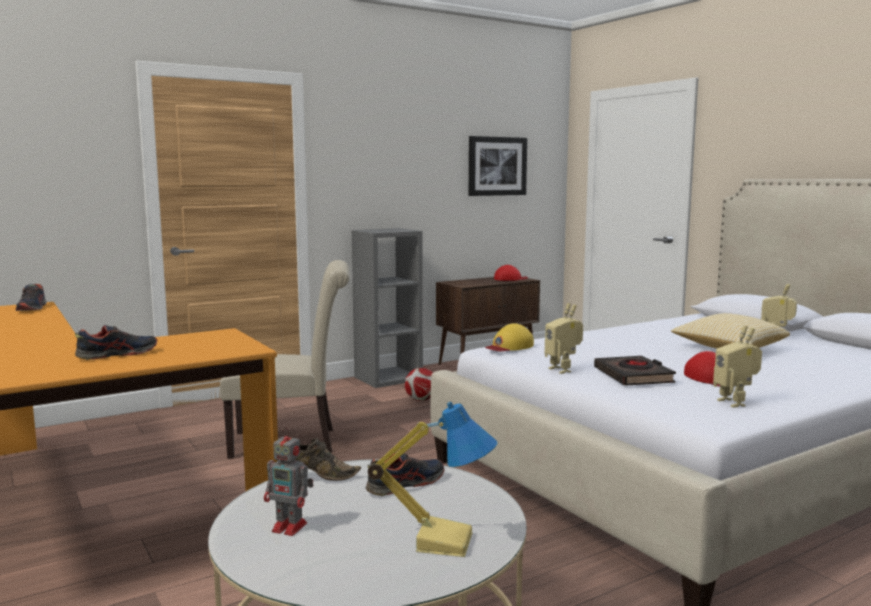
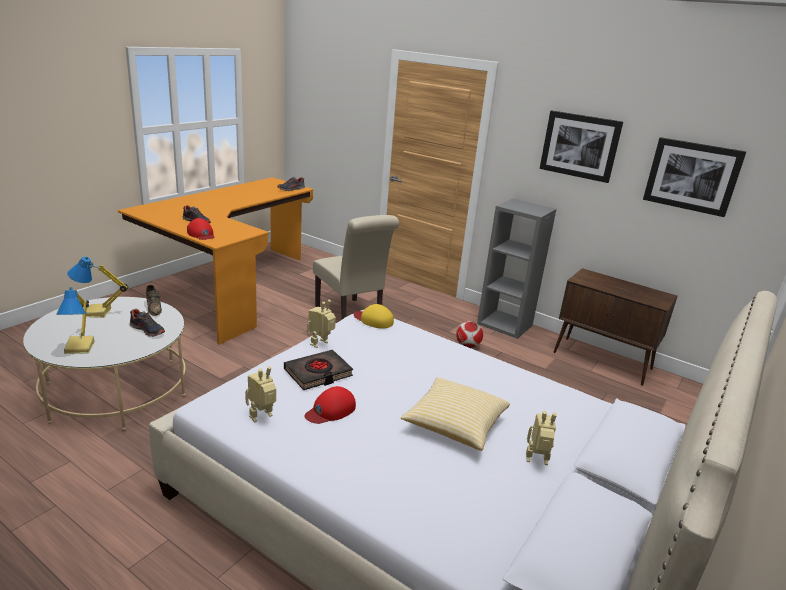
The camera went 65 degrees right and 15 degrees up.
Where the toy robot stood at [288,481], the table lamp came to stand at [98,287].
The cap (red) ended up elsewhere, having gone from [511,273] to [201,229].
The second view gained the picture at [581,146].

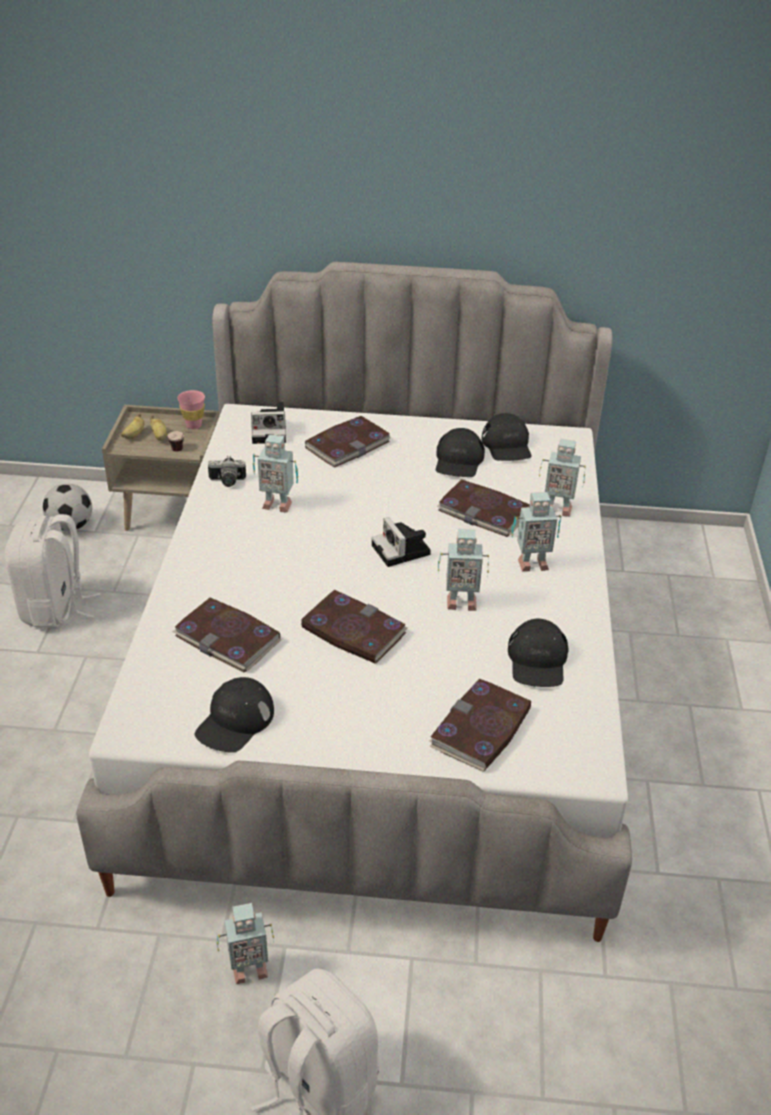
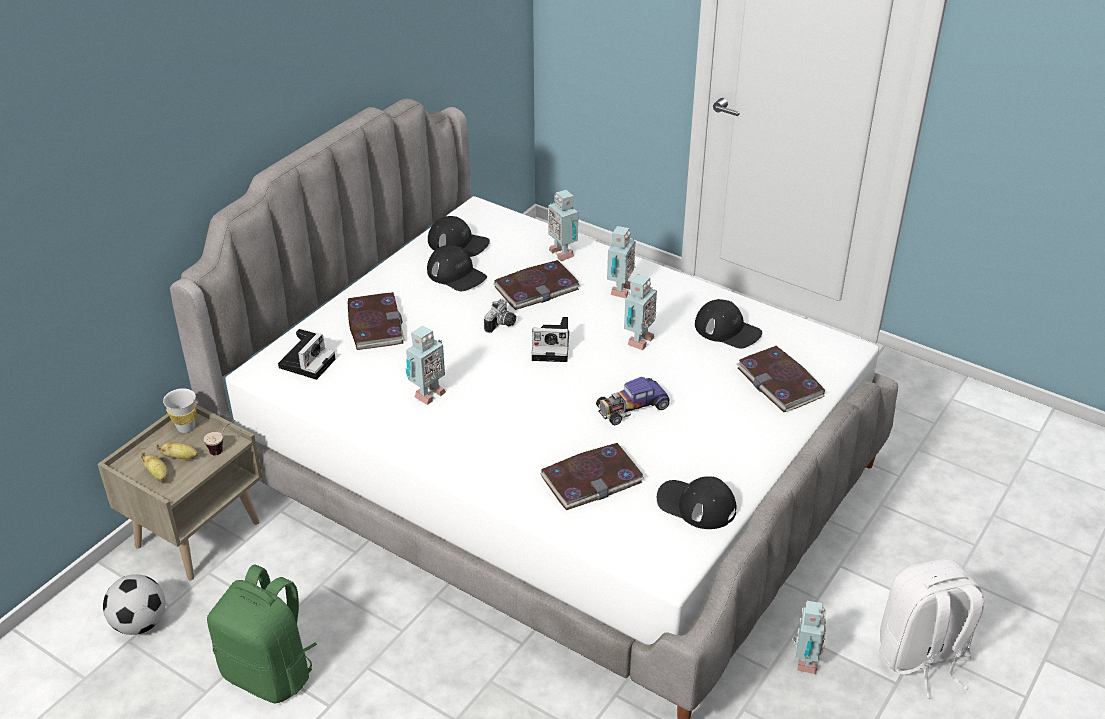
The camera went 60 degrees left and 0 degrees up.
What was the cup (pink) at [191,409] turned into the cup (white) at [179,410].
What was the backpack (white) at [53,571] turned into the backpack (green) at [262,634].
The photo camera ended up elsewhere, having gone from [227,471] to [500,316].
The toy robot at [562,478] ended up facing another way, 105 degrees clockwise from before.
Where the book stood at [354,627], the toy car came to stand at [633,401].
The cap (black) at [234,715] ended up facing another way, 150 degrees clockwise from before.

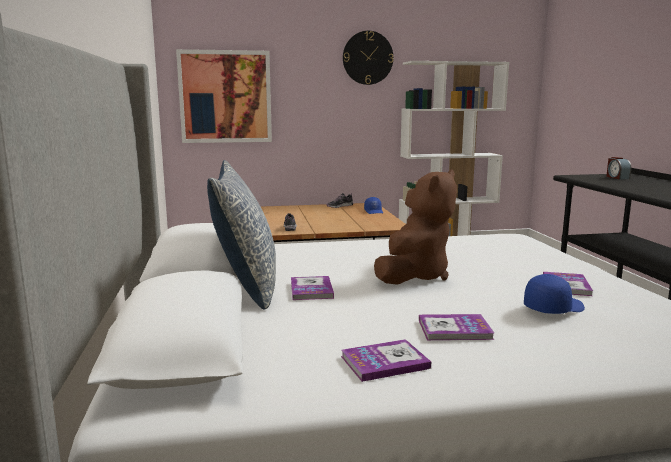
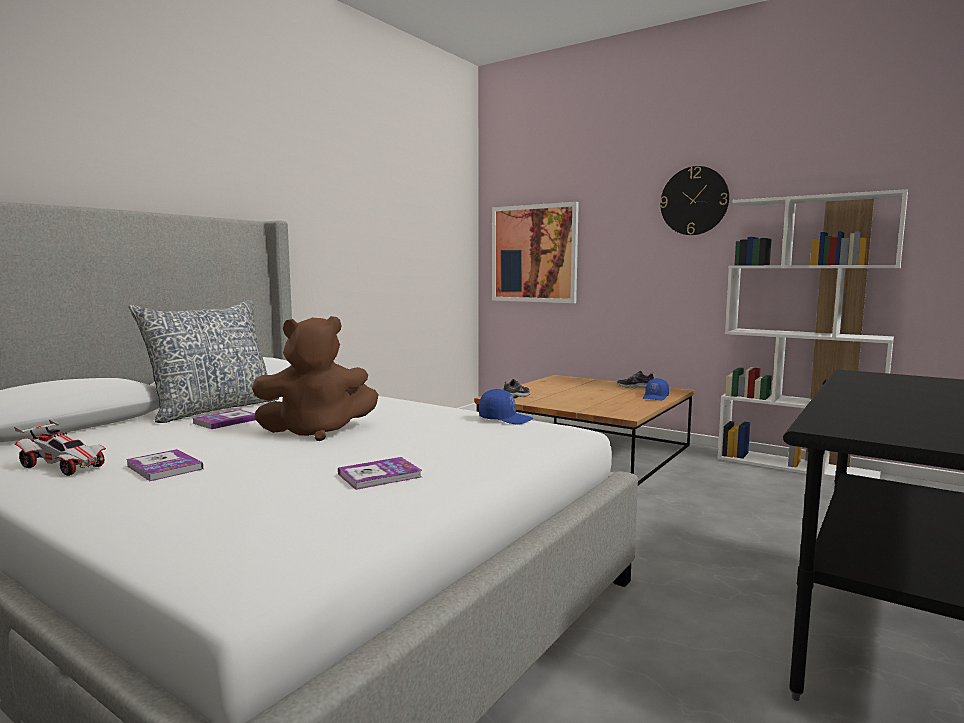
The camera went 45 degrees right and 5 degrees down.
Where the book stood at [386,360], the toy car came to stand at [60,447].
The cap (blue) ended up elsewhere, having gone from [554,294] to [506,406].
The second view lost the alarm clock at [618,168].

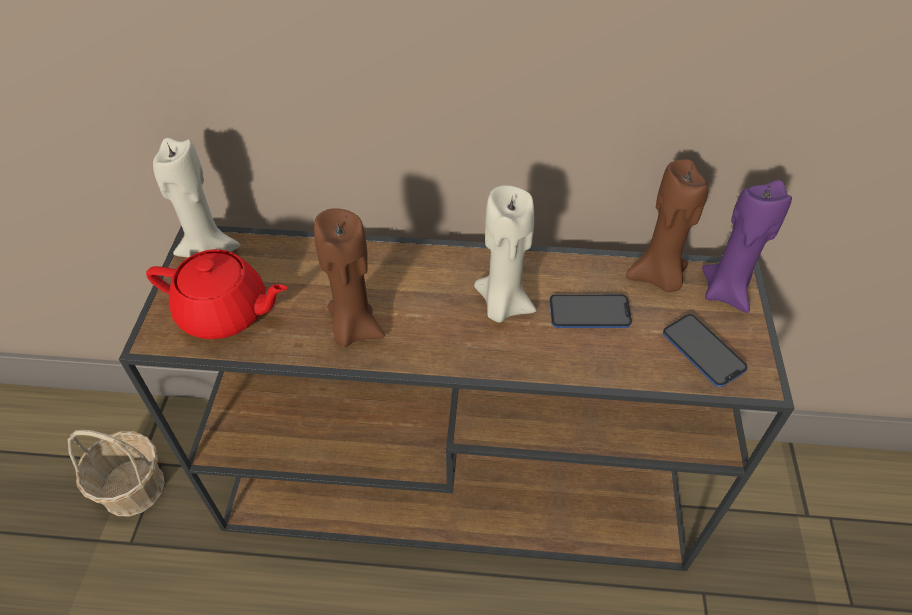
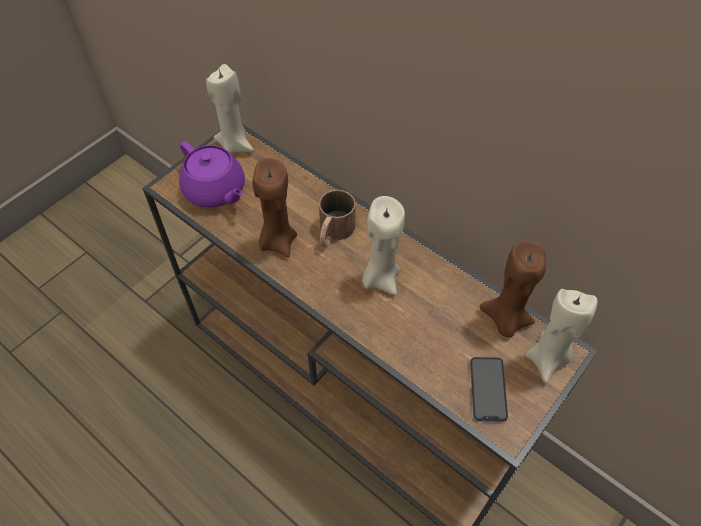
The camera went 35 degrees right and 5 degrees up.
What was the teapot (red) at [216,294] turned into the teapot (purple) at [212,174].
The second view gained the mug (brown) at [337,218].
What was the candle (purple) at [747,246] turned into the candle (beige) at [561,336].
The second view lost the basket at [116,473].
The second view lost the phone at [590,311].

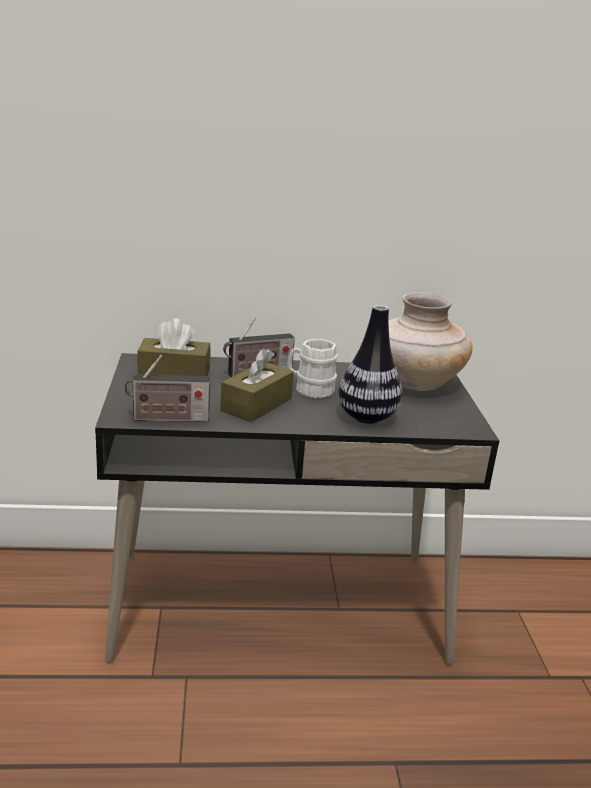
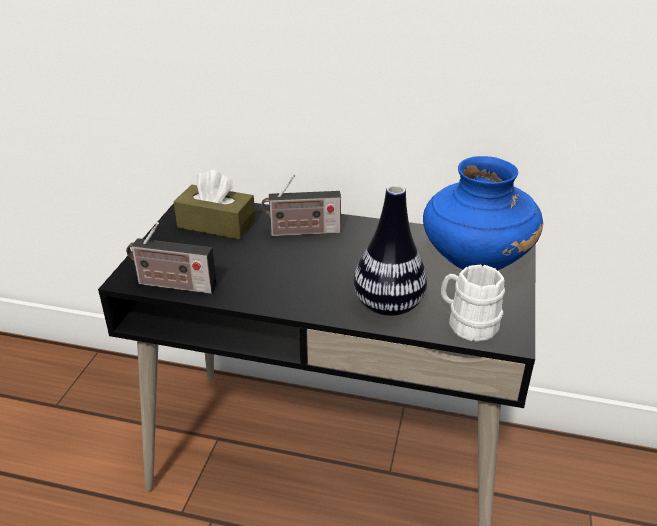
The camera went 20 degrees right and 10 degrees up.
What was the vase (beige) at [431,341] turned into the vase (blue) at [483,213].
The mug (white) ended up elsewhere, having gone from [312,368] to [473,303].
The second view lost the tissue box (brown) at [257,385].

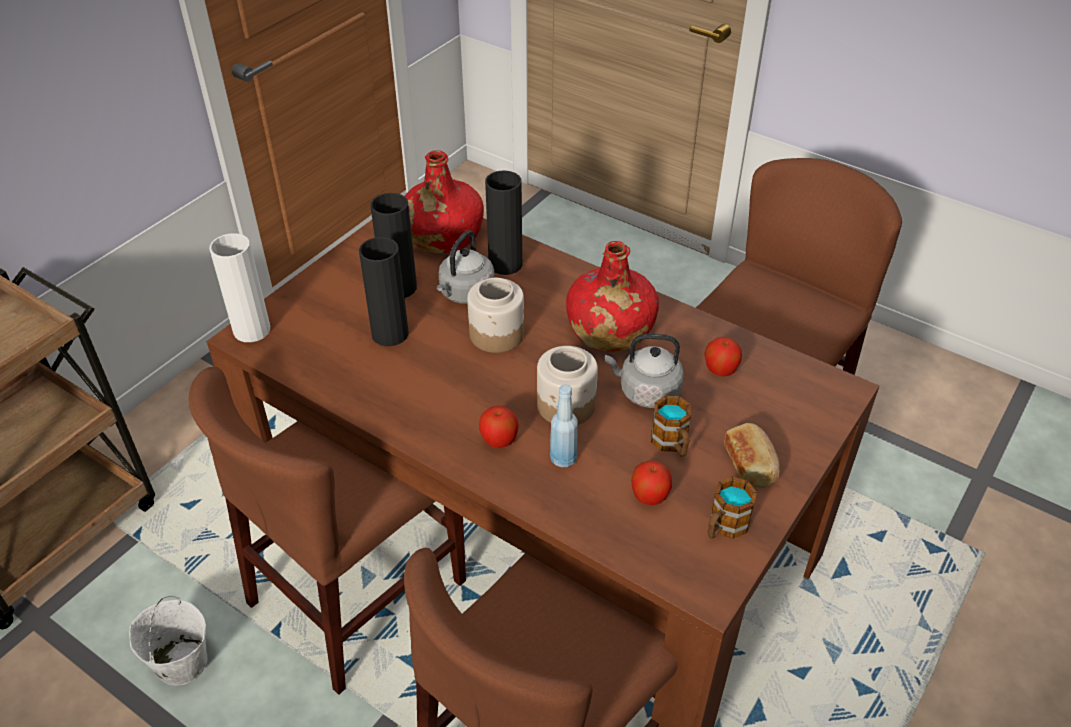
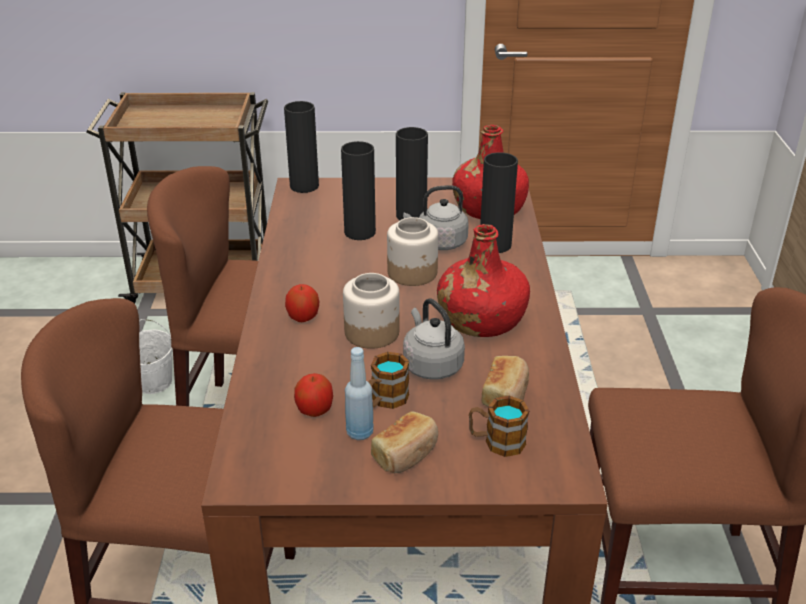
The camera went 55 degrees right and 10 degrees down.
What was the vase (white) at [240,287] turned into the vase (black) at [301,147].
The bottle (blue) ended up elsewhere, having gone from [564,425] to [359,393].
The mug ended up elsewhere, having gone from [732,508] to [499,426].
Where the apple stood at [723,356], the bread came to stand at [505,381].

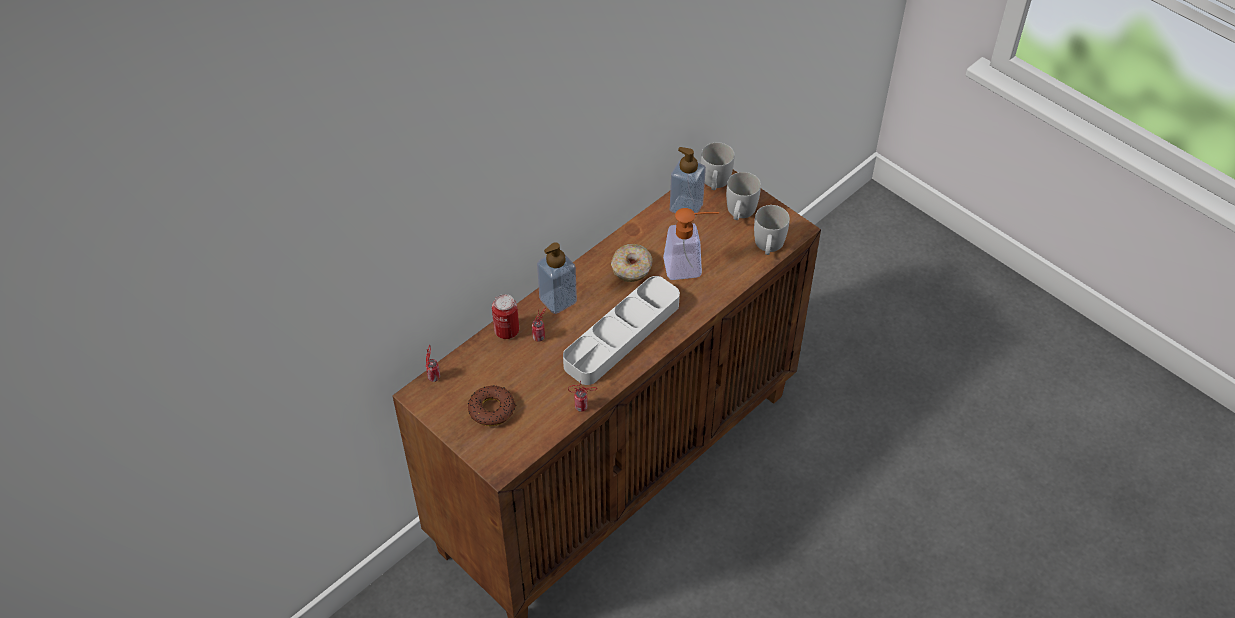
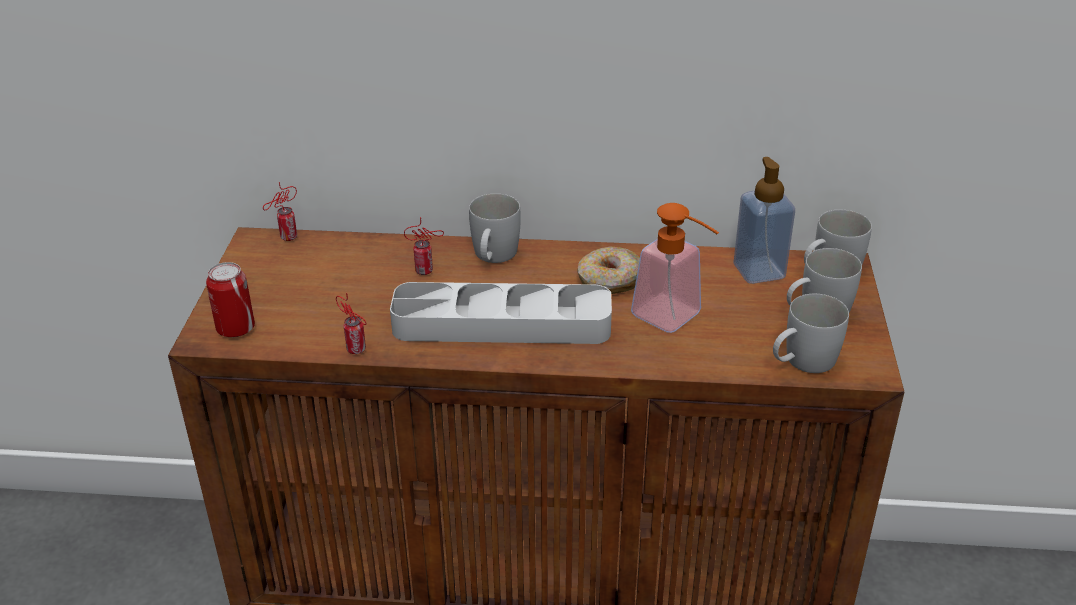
The camera went 50 degrees right and 15 degrees down.
The can ended up elsewhere, having gone from [505,316] to [230,299].
Where the soap dispenser stood at [557,278], the mug (white) came to stand at [495,228].
The second view lost the donut at [492,405].

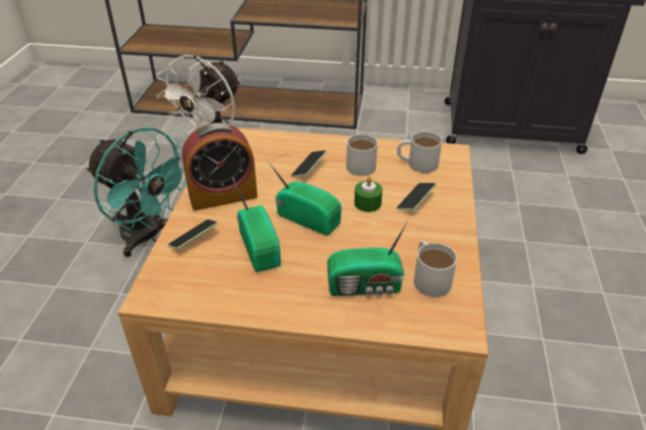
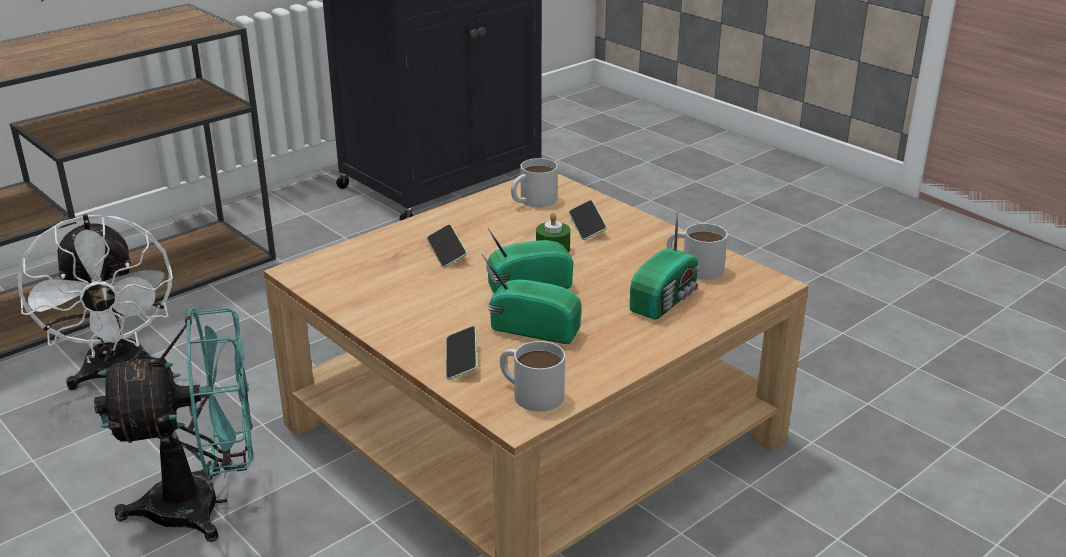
The camera went 50 degrees left and 10 degrees down.
The mug (white) ended up elsewhere, having gone from [362,155] to [532,376].
The second view lost the alarm clock at [219,167].

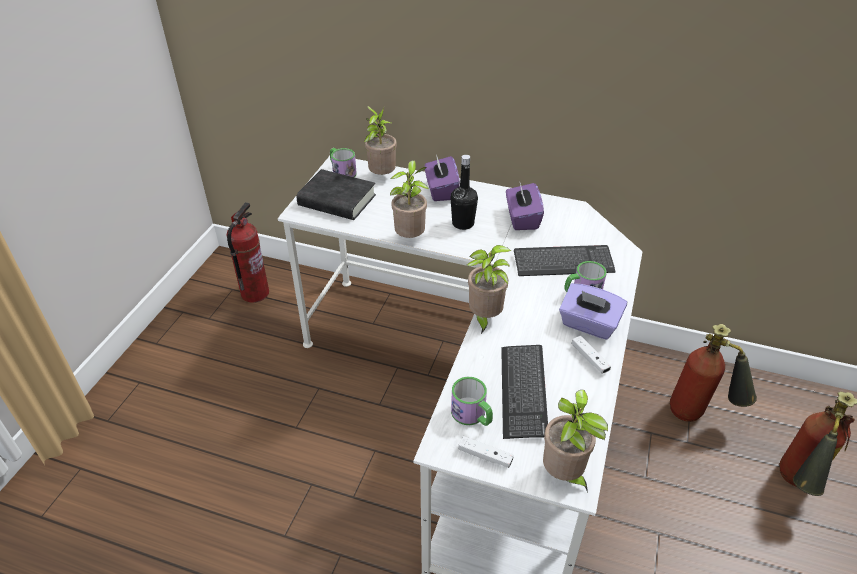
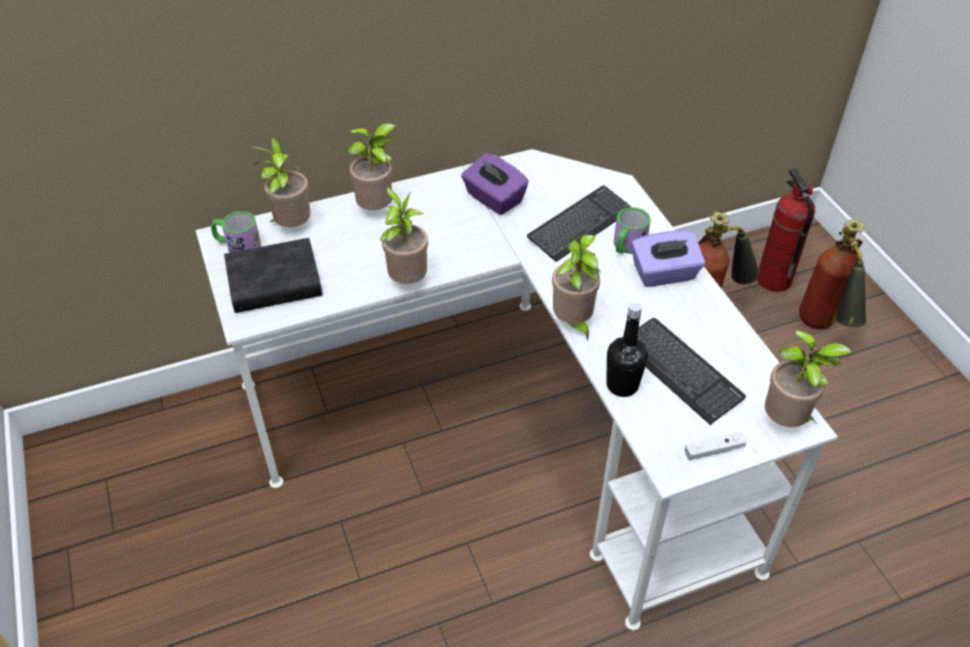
The camera went 40 degrees left and 5 degrees up.
Where the tissue box (purple) stood at [442,178], the potted plant came to stand at [371,166].
The bottle (black) ended up elsewhere, having gone from [464,192] to [627,349].
The fire extinguisher ended up elsewhere, having gone from [247,252] to [786,230].
The second view lost the mug at [472,401].
The second view lost the game controller (white) at [591,355].

